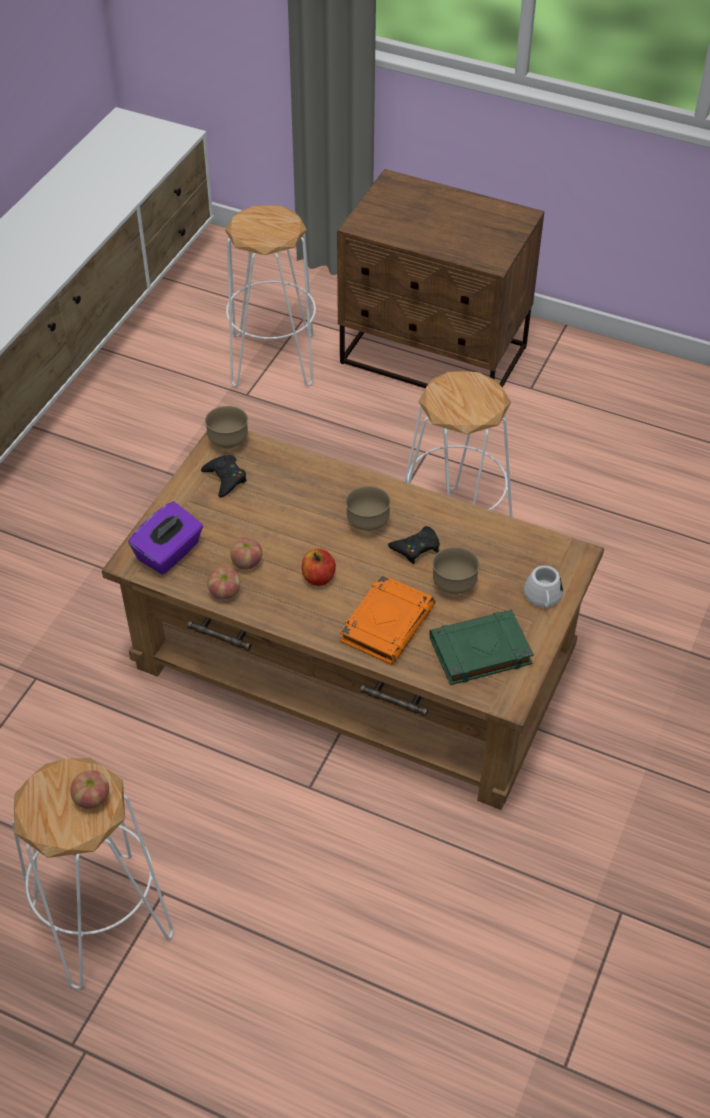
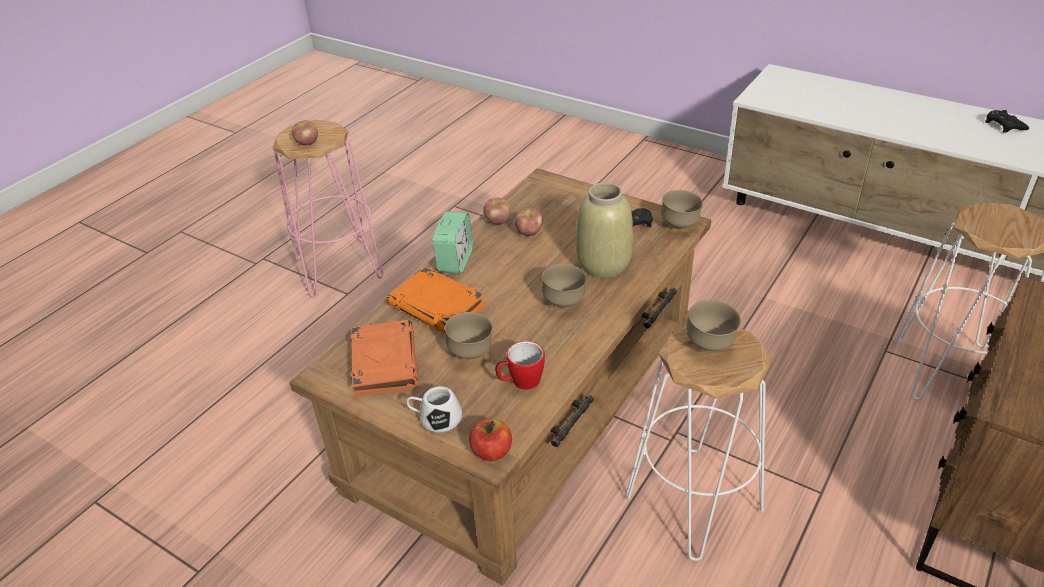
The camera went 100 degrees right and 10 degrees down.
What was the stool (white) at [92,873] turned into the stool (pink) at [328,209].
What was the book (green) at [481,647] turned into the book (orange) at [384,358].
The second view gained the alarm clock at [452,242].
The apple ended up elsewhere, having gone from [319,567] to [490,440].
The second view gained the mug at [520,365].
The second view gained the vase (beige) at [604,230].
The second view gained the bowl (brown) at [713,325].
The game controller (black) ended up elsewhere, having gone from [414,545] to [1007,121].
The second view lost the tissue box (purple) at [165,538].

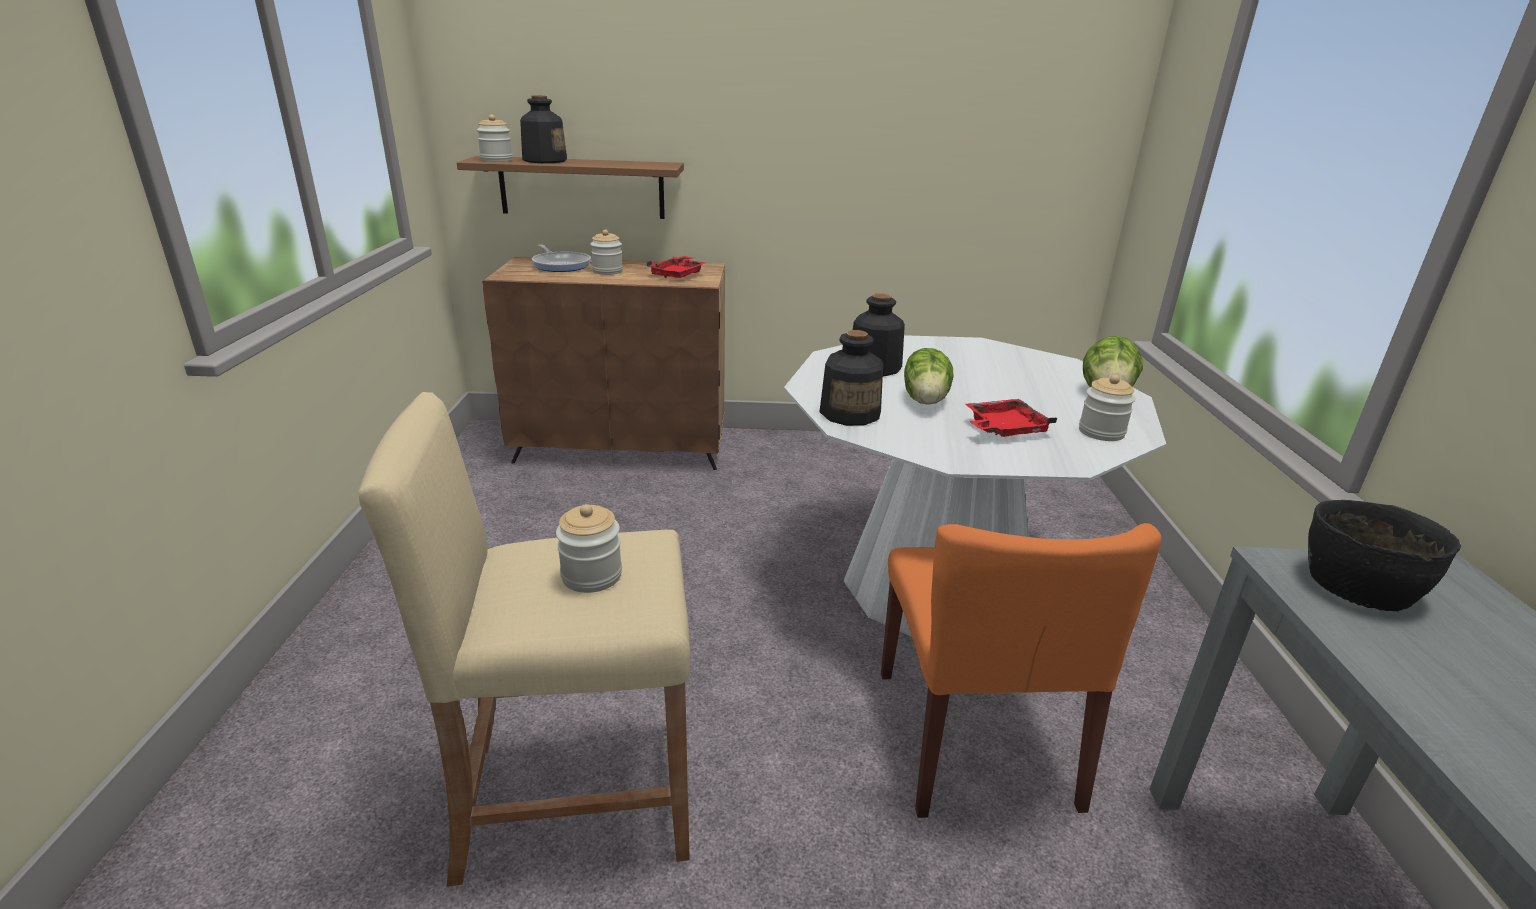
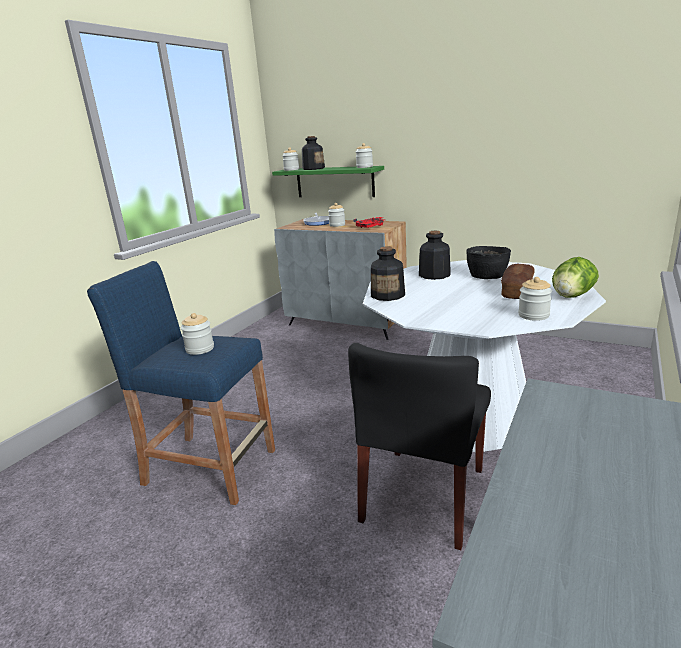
The camera went 30 degrees right and 5 degrees down.
What was the stool (beige) at [524,639] turned into the stool (blue) at [181,383].
What was the shelf (brown) at [570,187] turned into the shelf (green) at [328,181].
What was the cabinet (brown) at [603,363] turned into the cabinet (grey) at [340,279].
What was the chair (orange) at [1021,670] turned into the chair (black) at [419,446].
The second view gained the jar at [364,155].
The bowl (black) ended up elsewhere, having gone from [1384,556] to [488,262].
The second view gained the bread at [518,281].
The second view lost the lettuce at [928,376].
The second view lost the tray (red) at [1011,418].

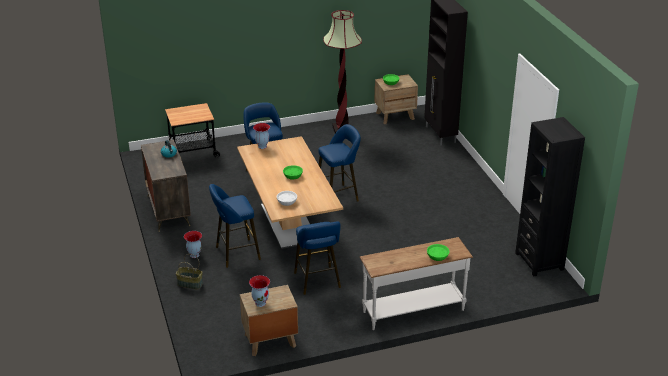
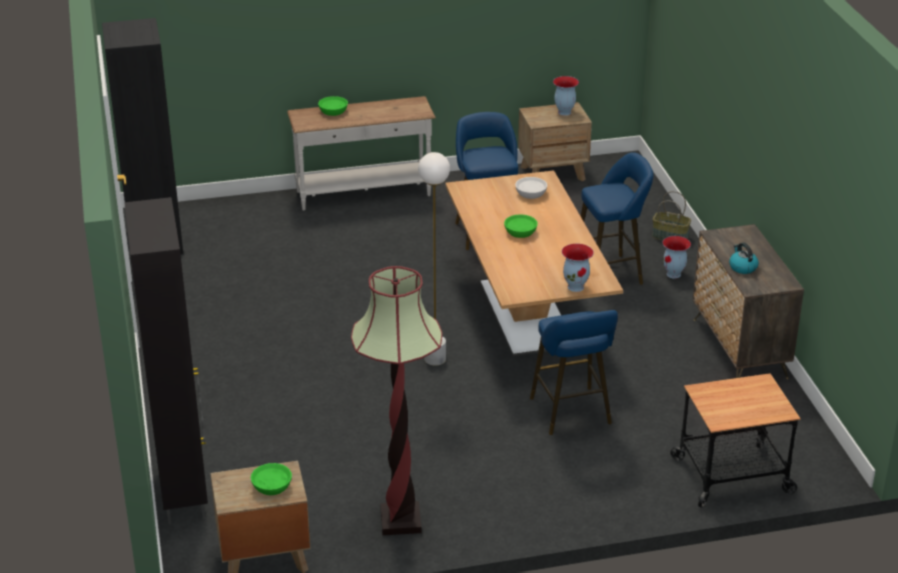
The camera went 175 degrees left and 0 degrees up.
Where the stool (blue) stood at [340,163], the floor lamp (white) came to stand at [434,259].

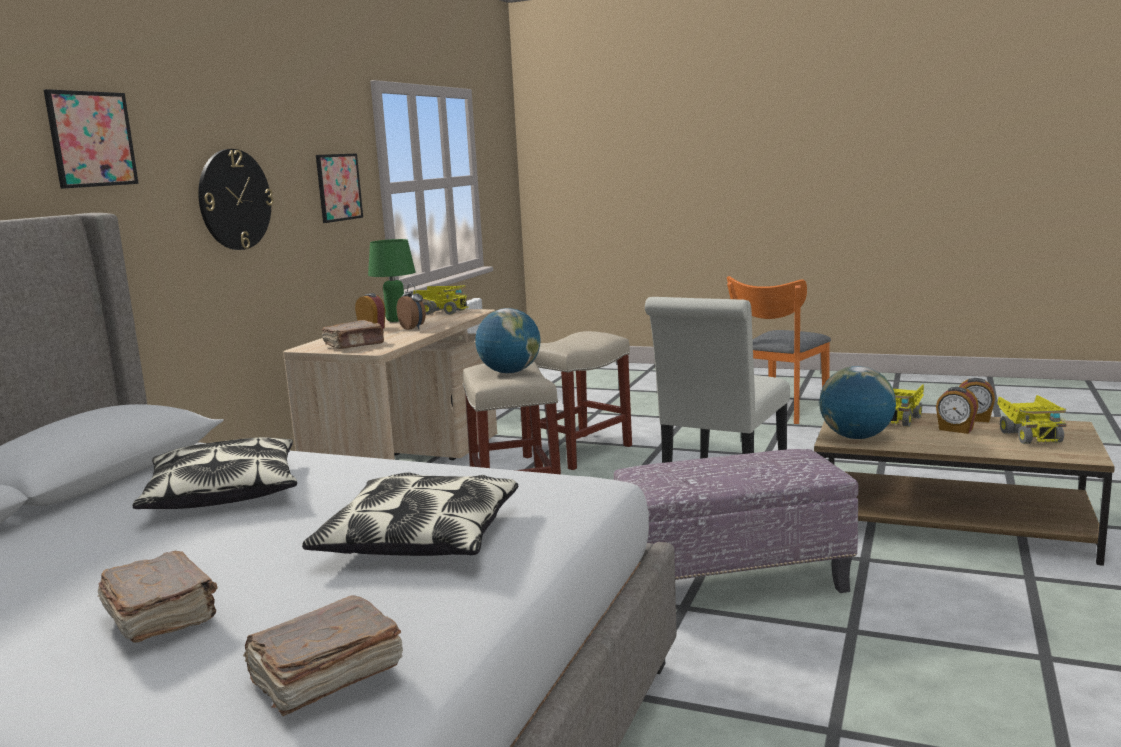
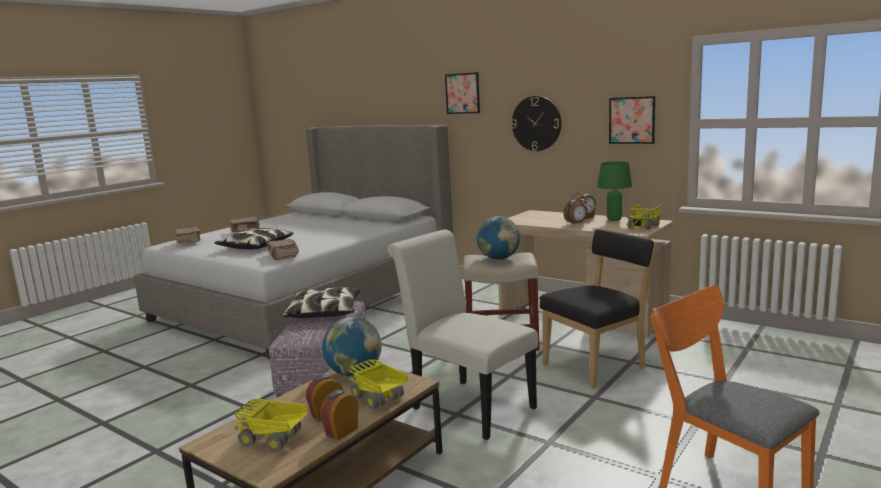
The camera went 105 degrees right and 0 degrees up.
The book (brown) ended up elsewhere, having gone from [353,334] to [282,249].
The pillow ended up elsewhere, having gone from [214,473] to [321,302].
Where the stool (beige) stood at [576,400], the chair (black) came to stand at [598,309].

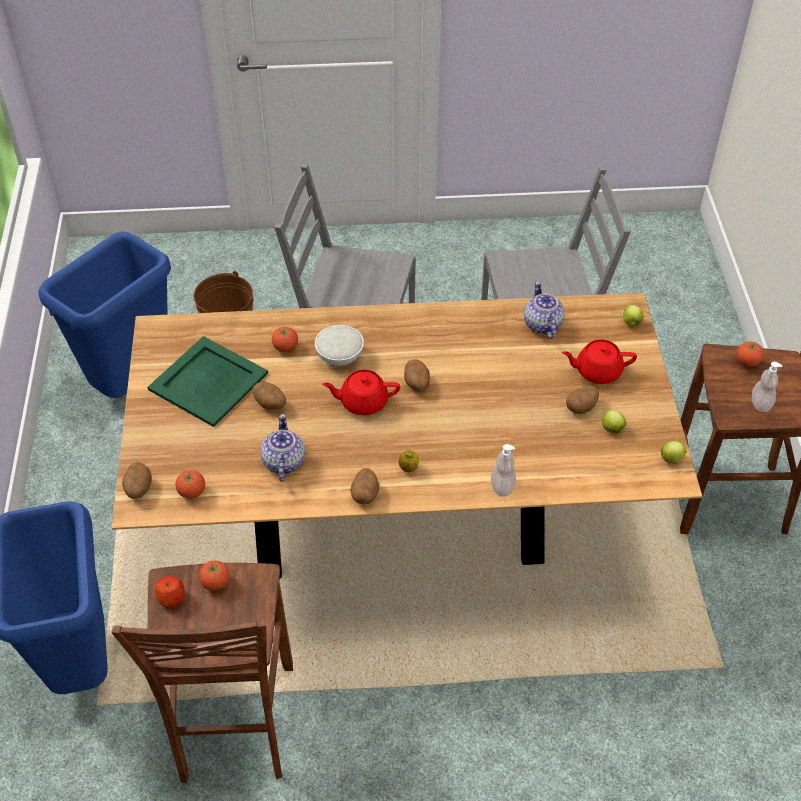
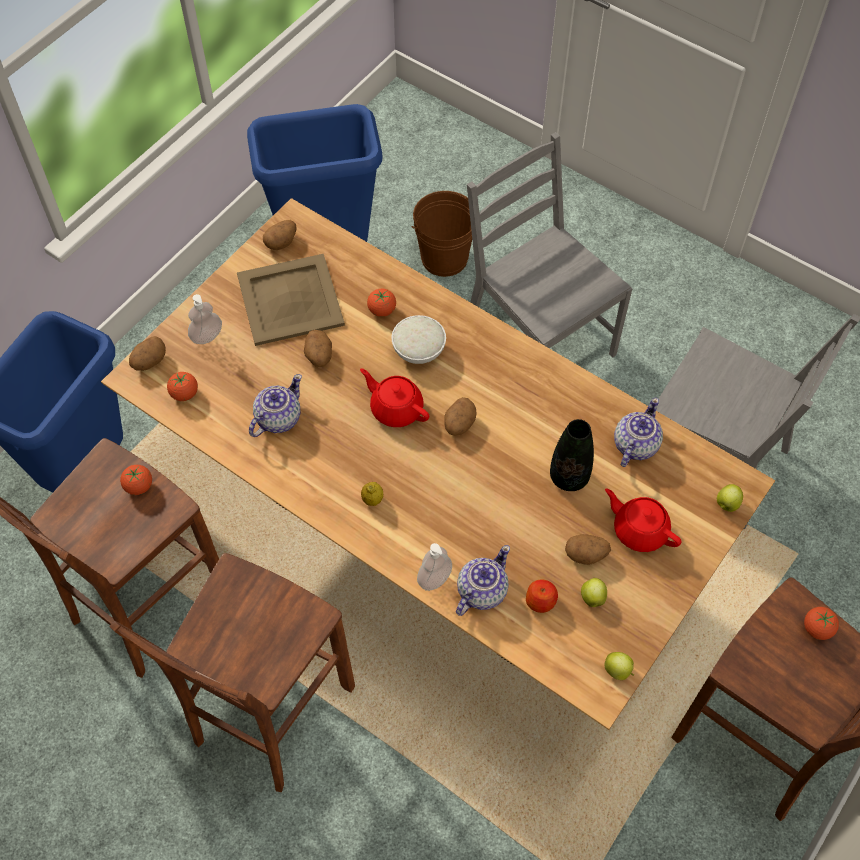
The camera went 40 degrees right and 10 degrees up.
The second view gained the stool (brown) at [232,672].
The soap dispenser ended up elsewhere, having gone from [767,387] to [205,319].
What was the tray (green) at [207,381] turned into the tray (beige) at [291,300].
The potato ended up elsewhere, having gone from [364,486] to [280,235].
The second view gained the teapot at [483,580].
The apple ended up elsewhere, having gone from [170,591] to [542,596].
The second view gained the vase (black) at [572,455].

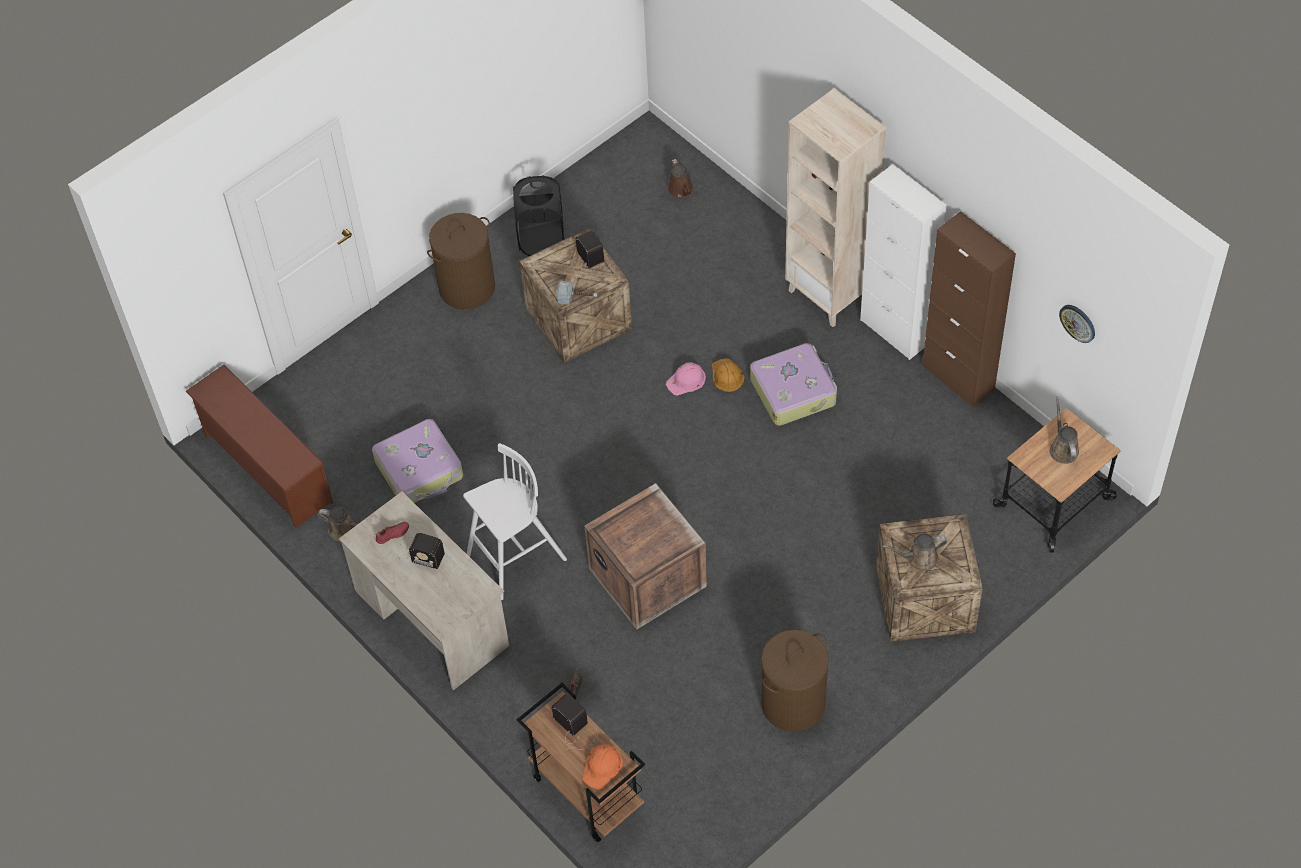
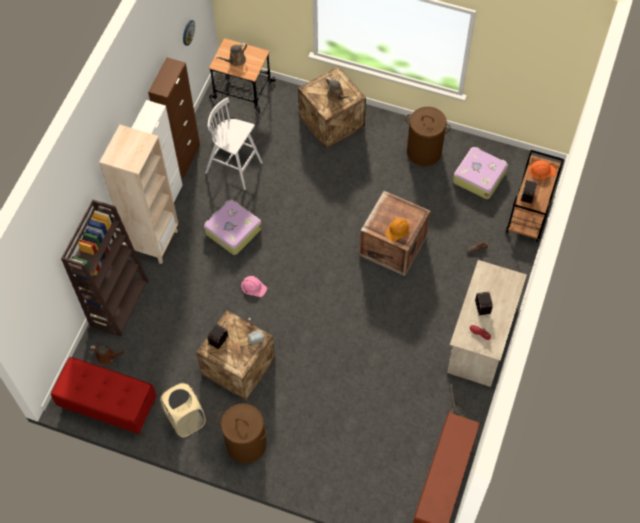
The camera went 120 degrees left and 5 degrees up.
The second view gained the bench (red) at [104,396].
The second view gained the bookcase (brown) at [104,268].
The watering can (brown) at [681,178] ended up facing another way, 60 degrees clockwise from before.
What was the laundry basket (black) at [538,215] turned into the laundry basket (beige) at [183,410].
The stool (white) ended up elsewhere, having gone from [515,521] to [234,143].
The hard hat (orange) ended up elsewhere, having gone from [728,375] to [397,229].
The suitcase ended up elsewhere, having gone from [417,461] to [480,173].

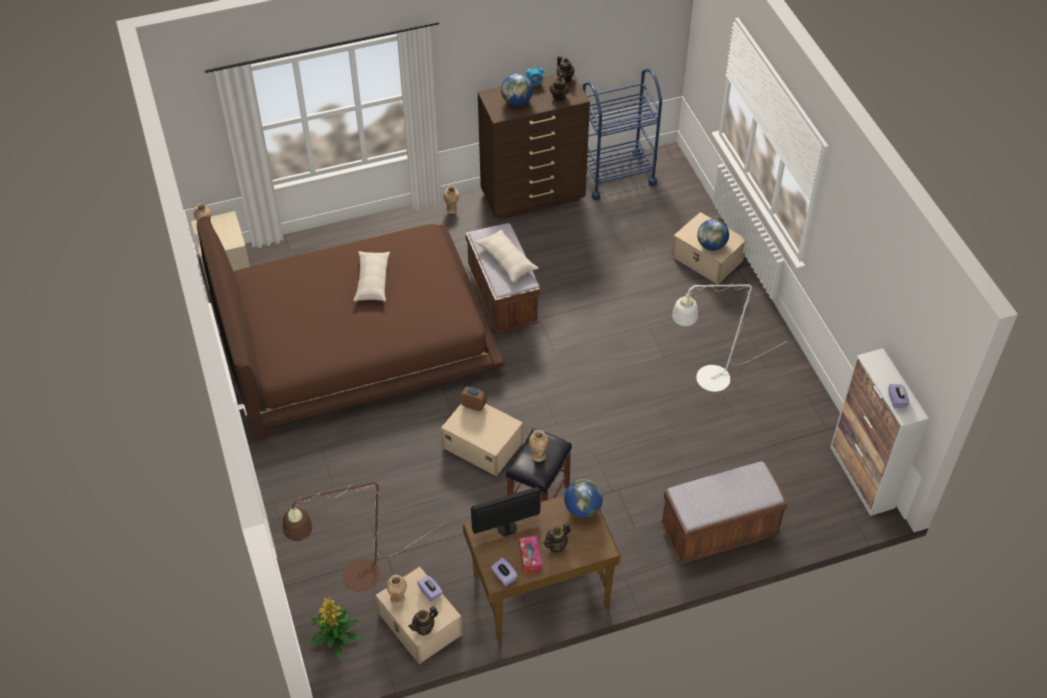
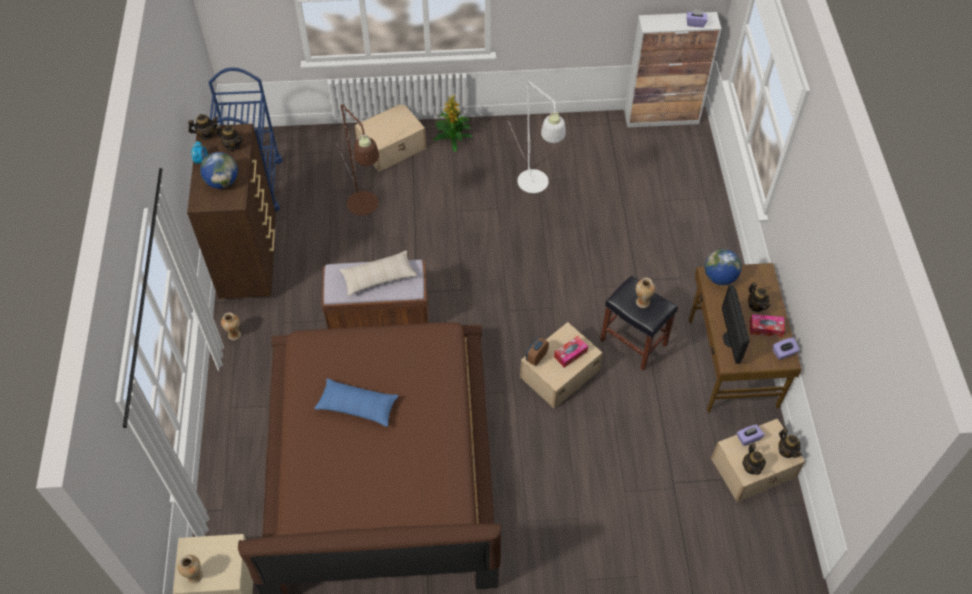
The camera went 75 degrees left and 5 degrees up.
What was the pillow (beige) at [371,276] turned into the pillow (blue) at [356,402].
The floor lamp (brown) ended up elsewhere, having gone from [365,536] to [357,159].
The potted plant ended up elsewhere, having gone from [334,628] to [452,123].
The second view gained the tissue box at [571,352].
Where the vase stood at [396,590], the teapot came to stand at [754,459].
The second view lost the bench (brown) at [724,512].
The second view lost the globe at [713,235].

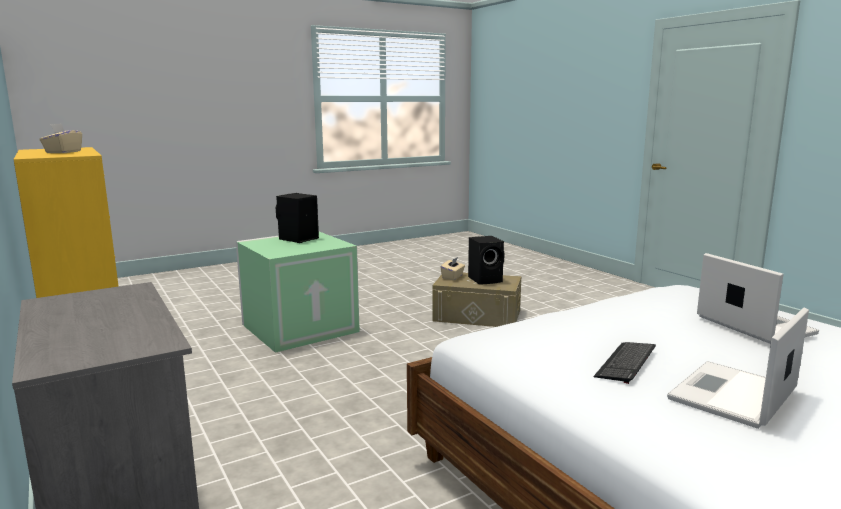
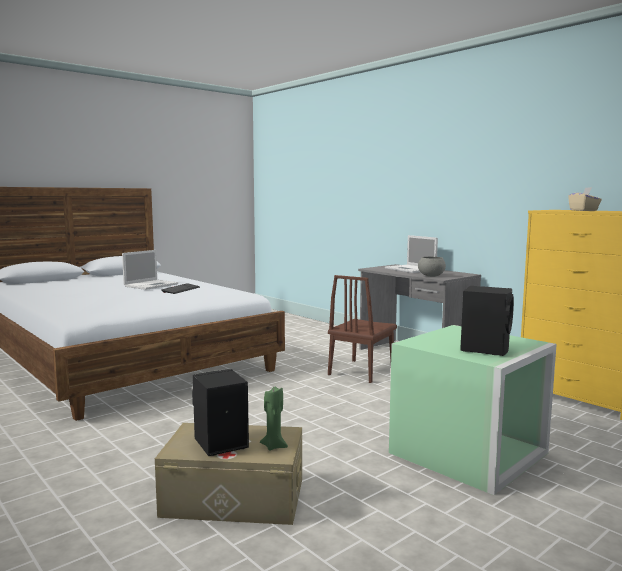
The camera went 170 degrees right and 5 degrees down.
Where the tissue box (beige) stood at [452,268], the candle (green) came to stand at [274,419].
The second view gained the chair (brown) at [362,329].
The laptop ended up elsewhere, having gone from [758,298] to [411,254].
The second view gained the bowl (grey) at [432,266].

